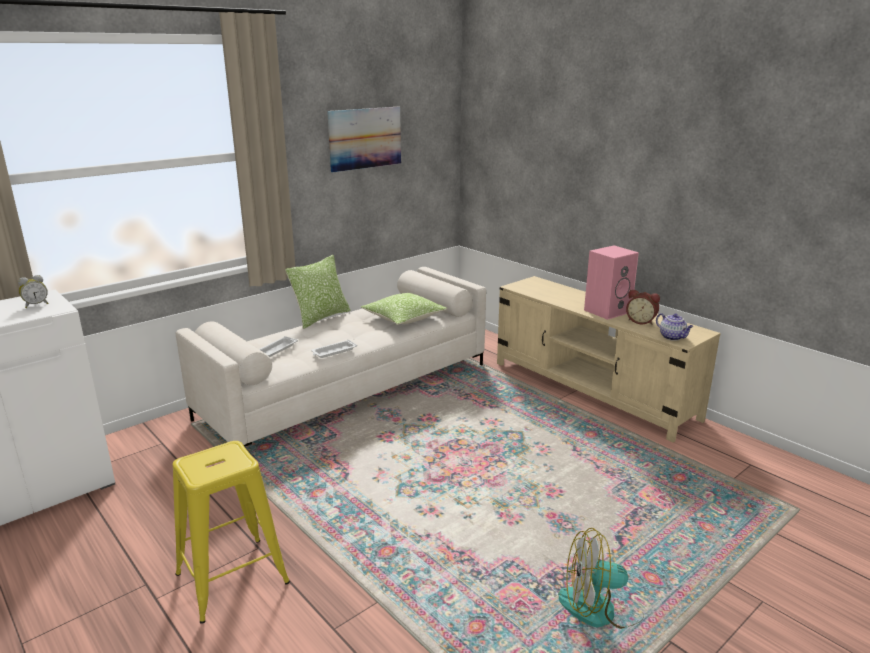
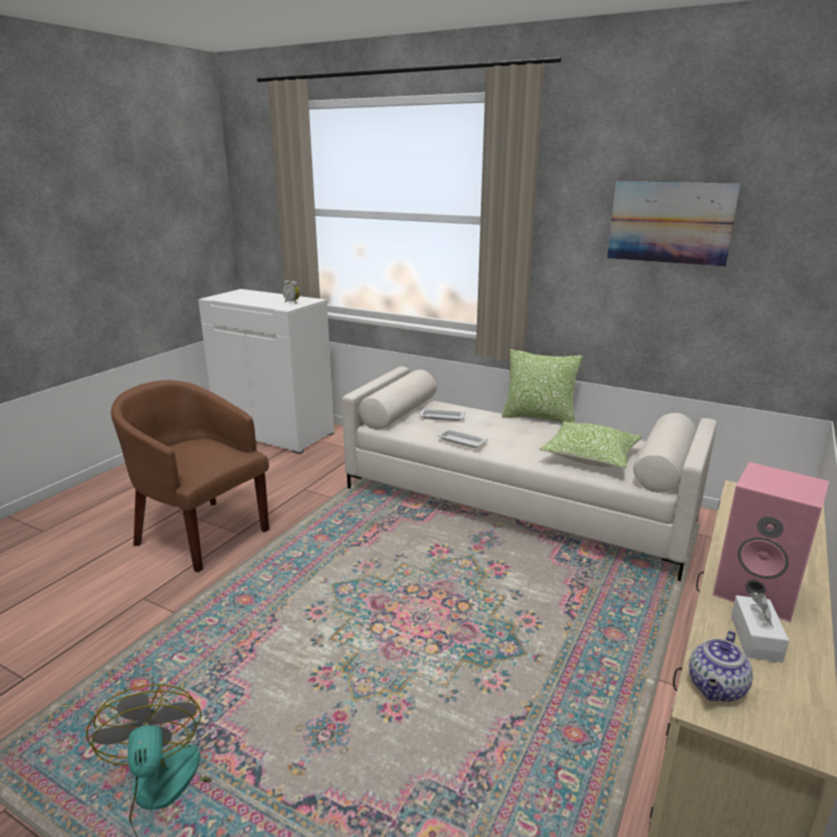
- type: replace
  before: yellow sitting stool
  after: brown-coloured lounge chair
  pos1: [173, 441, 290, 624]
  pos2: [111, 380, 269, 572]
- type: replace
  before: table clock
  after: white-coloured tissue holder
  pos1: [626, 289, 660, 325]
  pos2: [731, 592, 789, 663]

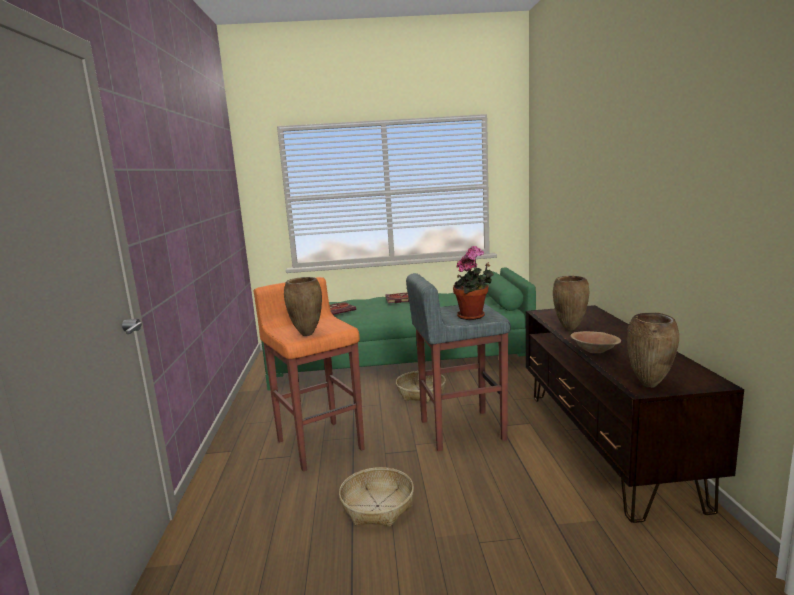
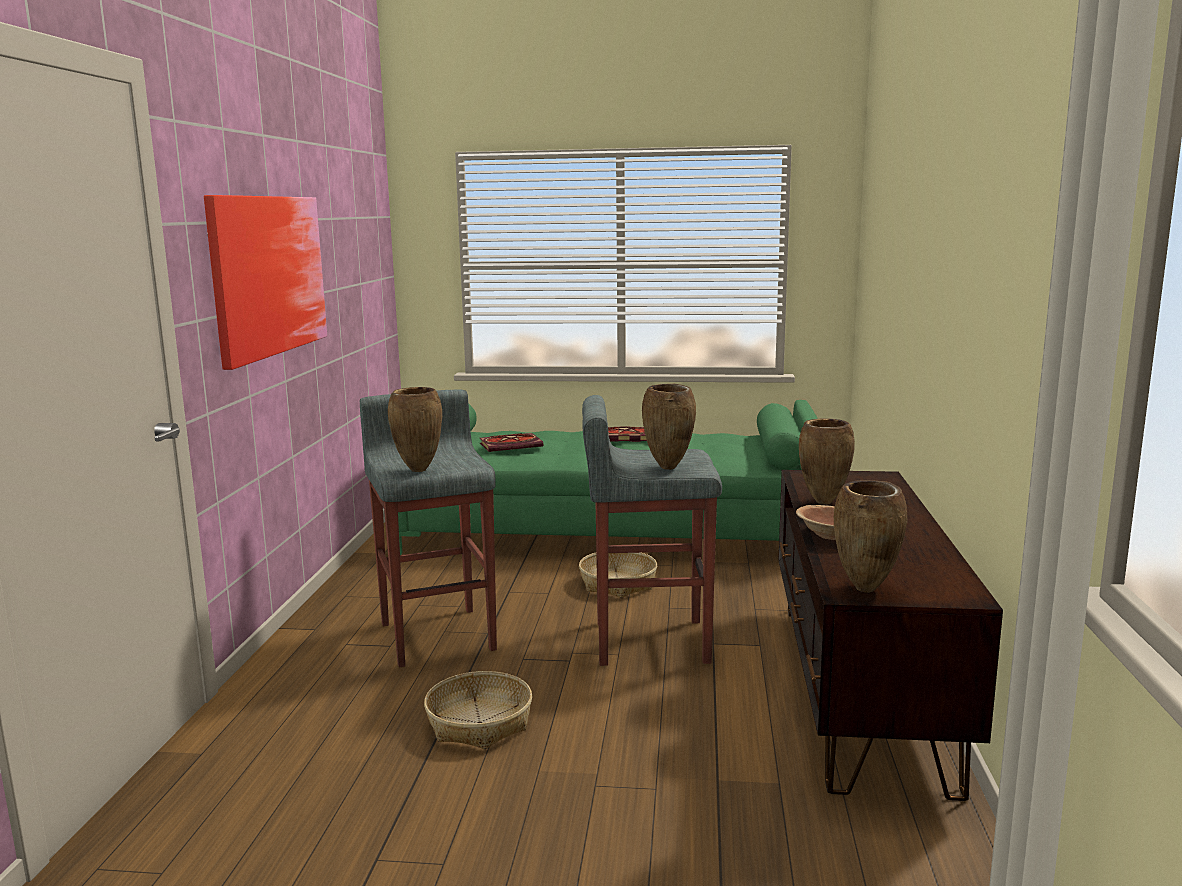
- type: insert
  after: picture
  pos2: [204, 195, 327, 370]
- type: recolor
  before: orange sitting stool
  after: gray sitting stool
  pos1: [254, 277, 365, 472]
  pos2: [360, 389, 497, 667]
- type: replace
  before: houseplant
  after: brown-coloured decorative vase
  pos1: [453, 246, 494, 320]
  pos2: [642, 384, 696, 470]

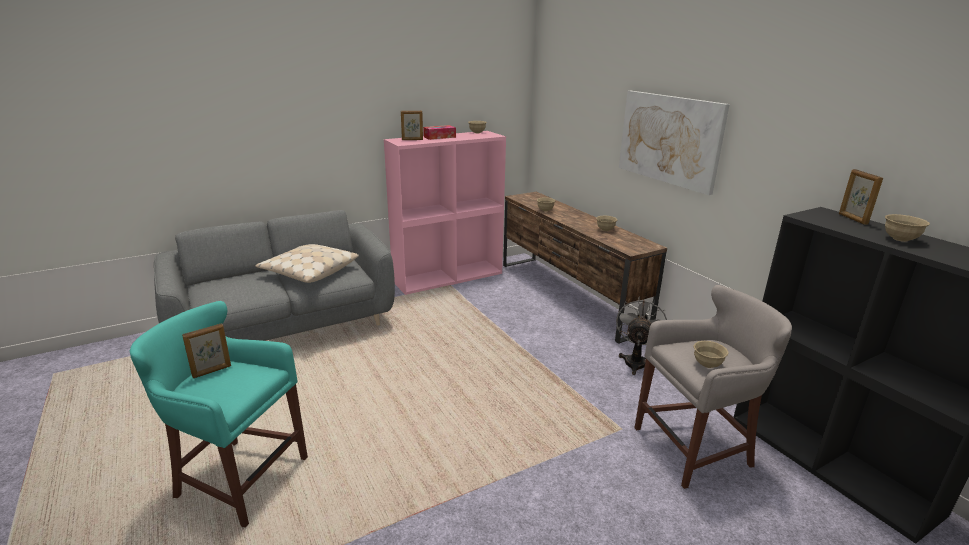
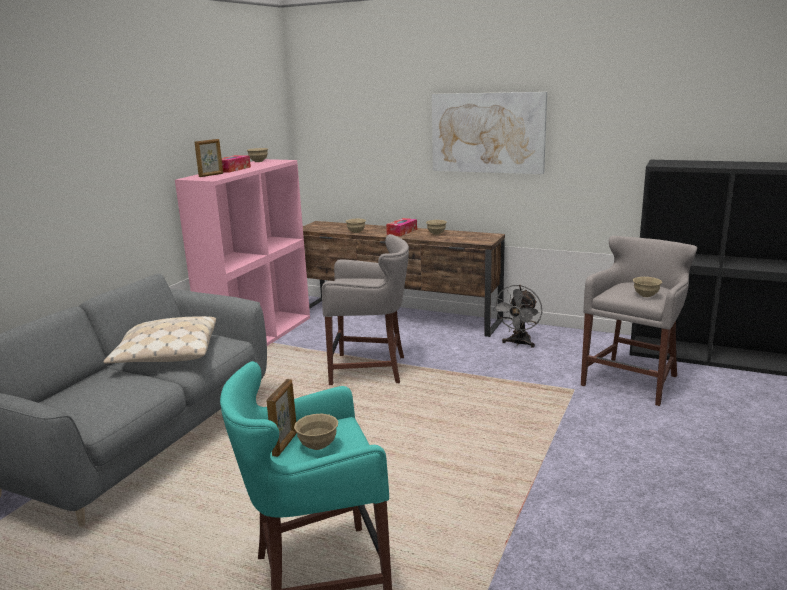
- type: move
  before: sand-coloured serving bowl
  pos1: [885, 214, 930, 242]
  pos2: [294, 413, 338, 450]
- type: insert
  after: gray sitting stool
  pos2: [322, 234, 409, 385]
- type: insert
  after: tissue holder
  pos2: [386, 218, 417, 236]
- type: rotate
  before: gray fan
  pos1: [616, 297, 667, 375]
  pos2: [492, 285, 542, 348]
  turn: -135
- type: delete
  before: picture frame
  pos1: [839, 169, 883, 225]

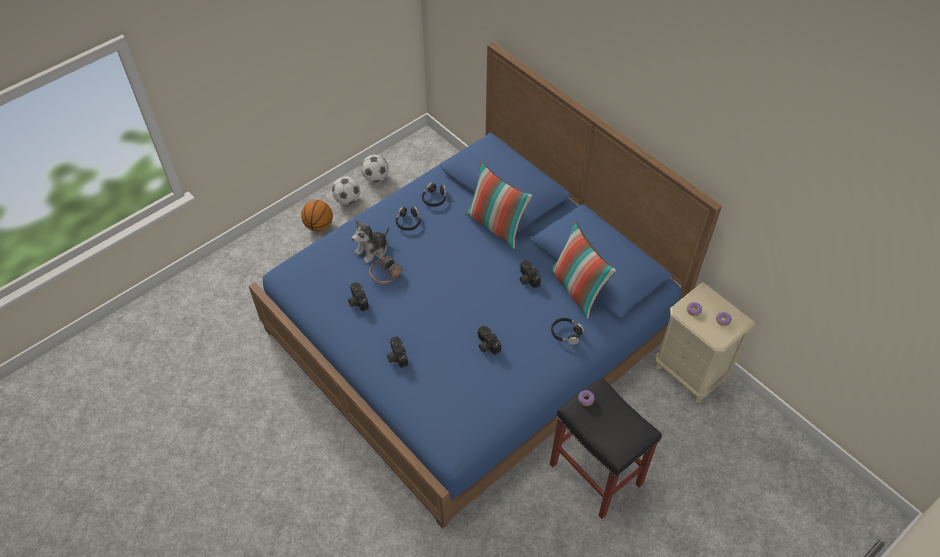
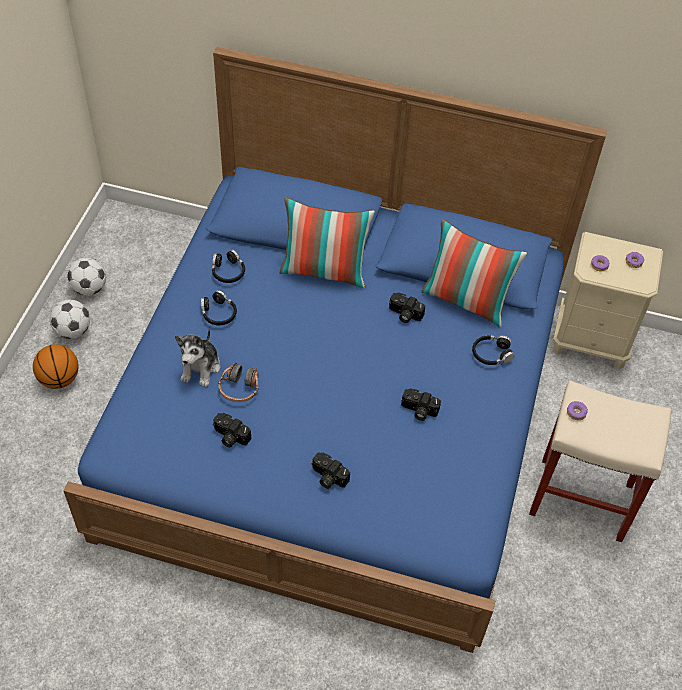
- type: recolor
  before: blackish sitting stool
  after: sand-coloured sitting stool
  pos1: [550, 377, 662, 519]
  pos2: [529, 381, 672, 542]

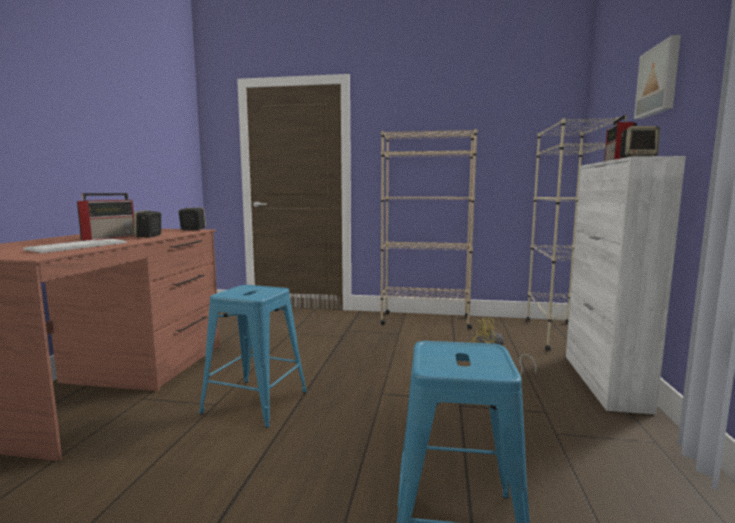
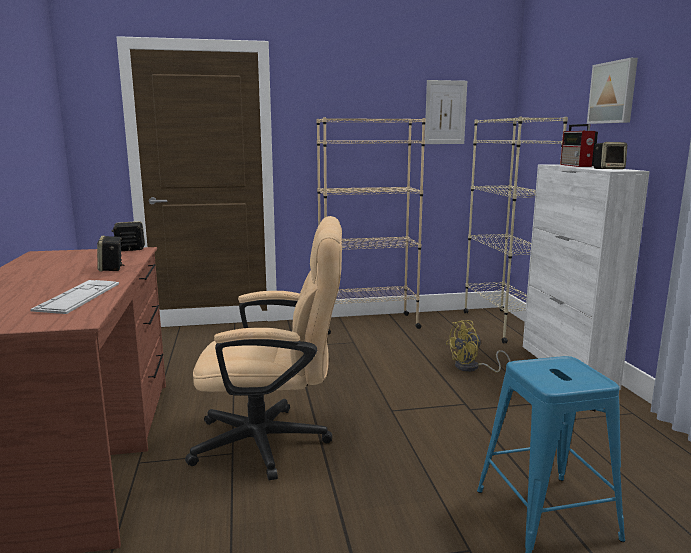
- type: replace
  before: blue-coloured sitting stool
  after: sand-coloured computer chair
  pos1: [199, 285, 307, 428]
  pos2: [185, 216, 342, 481]
- type: insert
  after: picture
  pos2: [425, 80, 467, 144]
- type: delete
  before: radio receiver
  pos1: [77, 193, 134, 240]

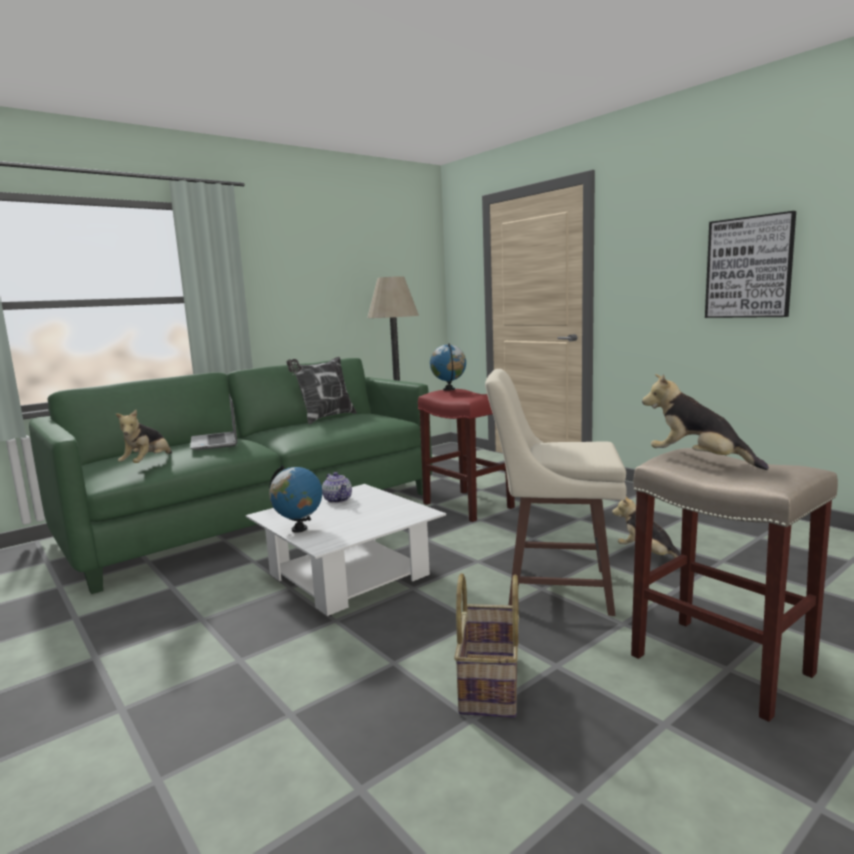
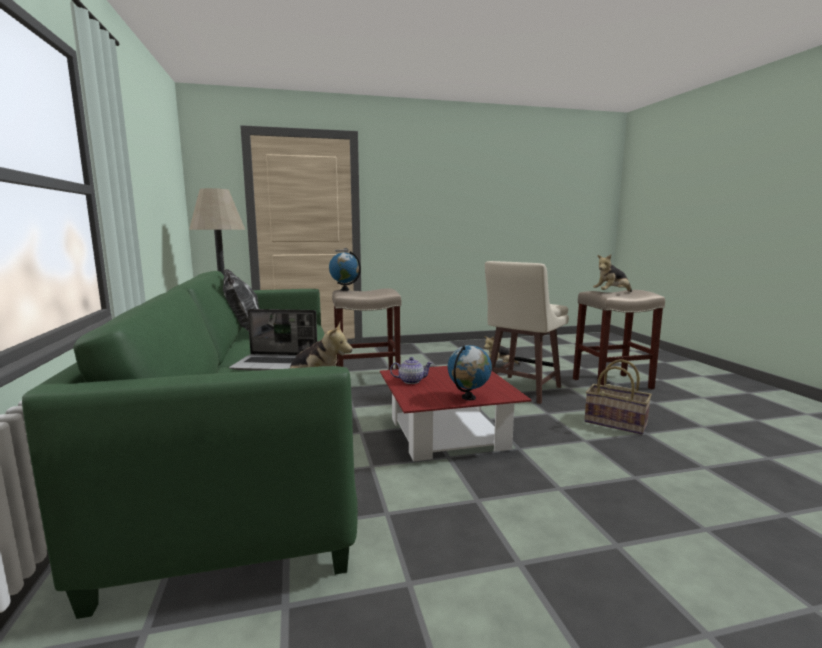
- type: recolor
  before: red-coloured sitting stool
  after: sand-coloured sitting stool
  pos1: [418, 389, 515, 522]
  pos2: [332, 288, 401, 370]
- type: recolor
  before: white-coloured low table
  after: red-coloured low table
  pos1: [246, 484, 446, 616]
  pos2: [380, 366, 532, 461]
- type: delete
  before: picture
  pos1: [705, 211, 796, 318]

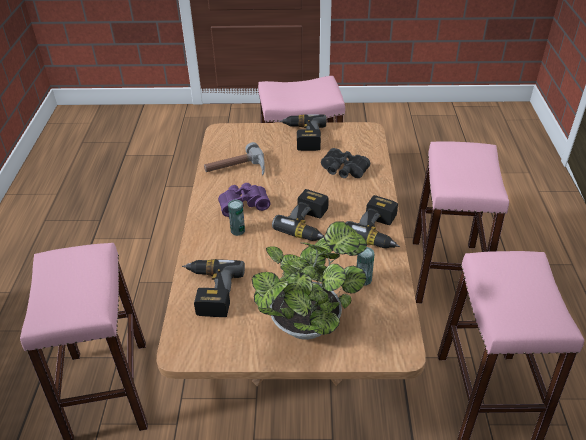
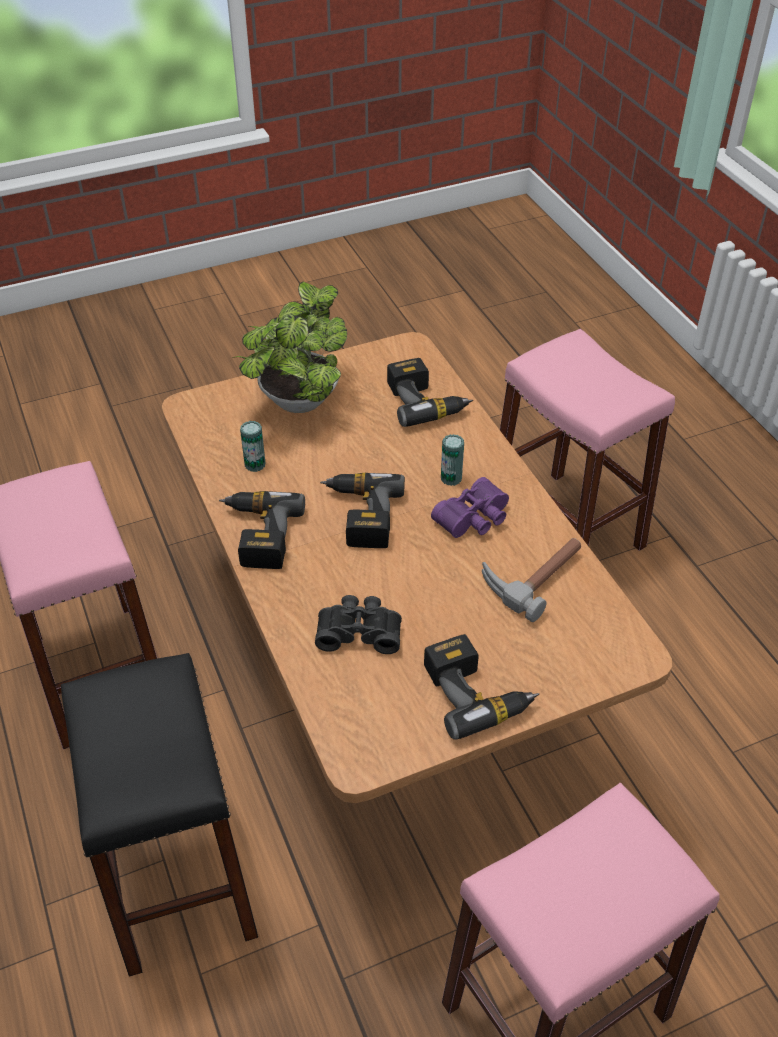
- type: recolor
  before: pink-coloured sitting stool
  after: blackish sitting stool
  pos1: [413, 141, 509, 304]
  pos2: [61, 653, 258, 976]

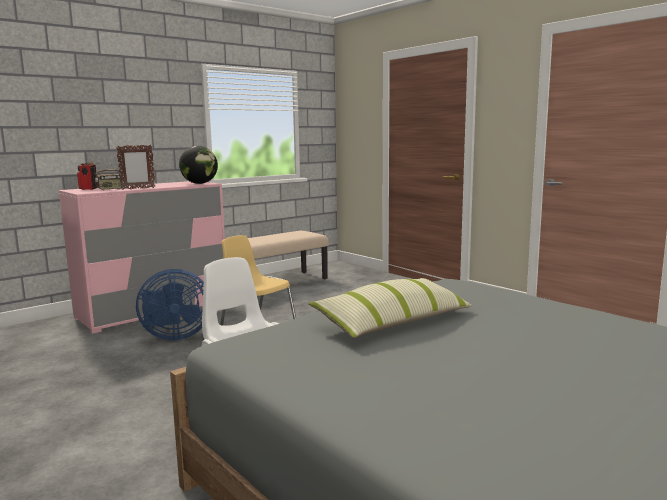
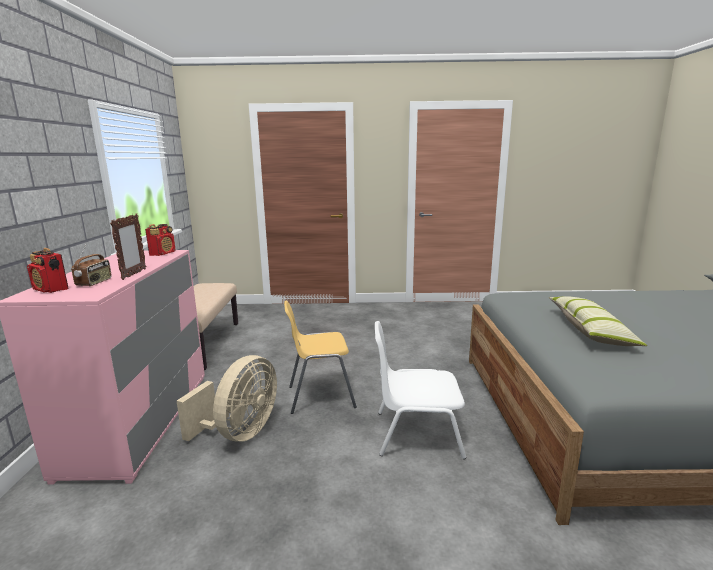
- type: replace
  before: world globe
  after: radio receiver
  pos1: [179, 146, 218, 184]
  pos2: [145, 224, 176, 256]
- type: recolor
  before: blue-coloured fan
  after: sand-coloured fan
  pos1: [136, 269, 204, 341]
  pos2: [177, 355, 277, 441]

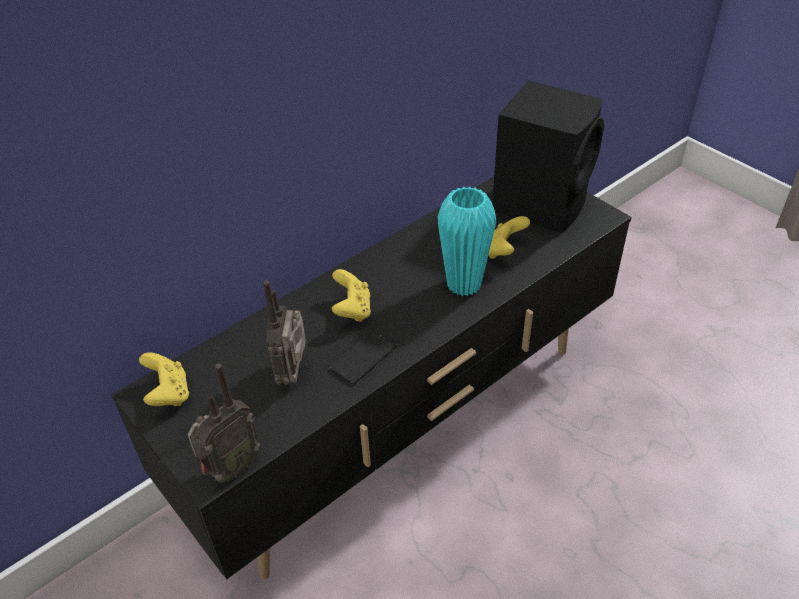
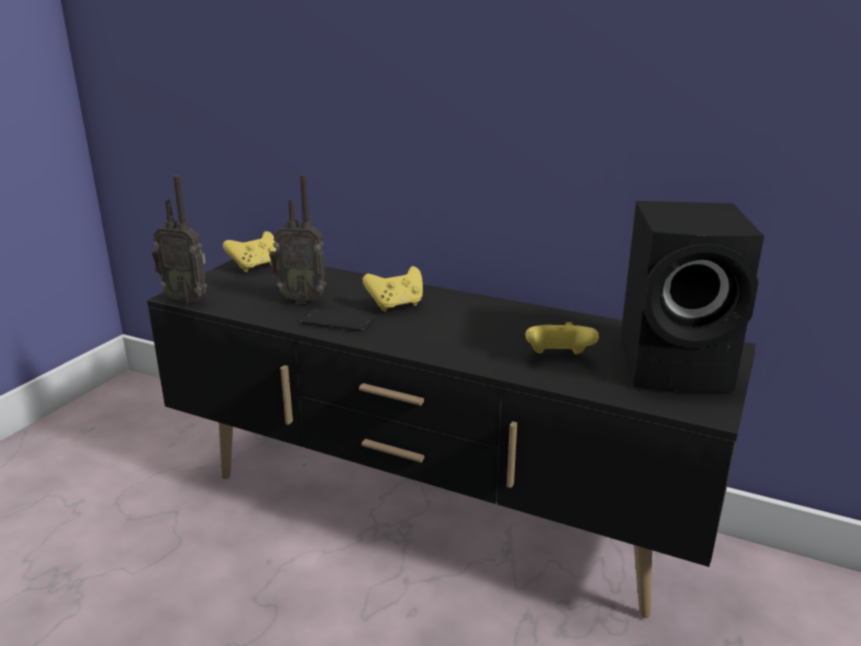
- type: rotate
  before: radio receiver
  pos1: [263, 280, 306, 385]
  pos2: [269, 174, 326, 304]
  turn: -150
- type: delete
  before: blue-green decorative vase
  pos1: [438, 187, 497, 296]

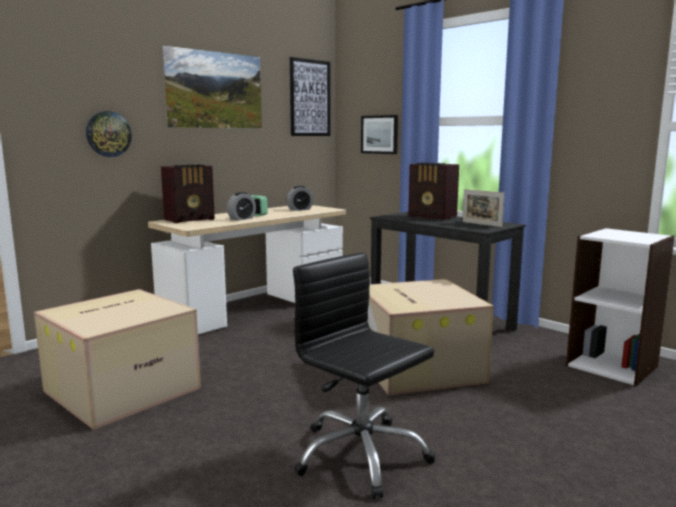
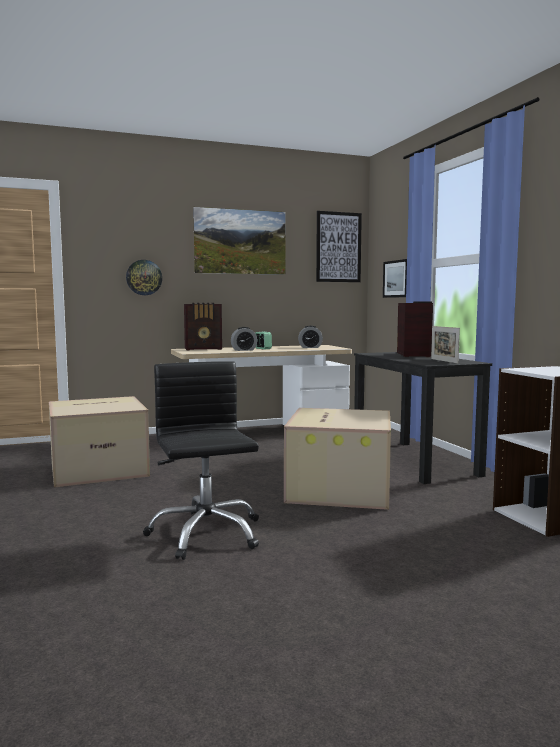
- type: rotate
  before: radio receiver
  pos1: [408, 163, 459, 220]
  pos2: [397, 301, 433, 357]
  turn: -150

